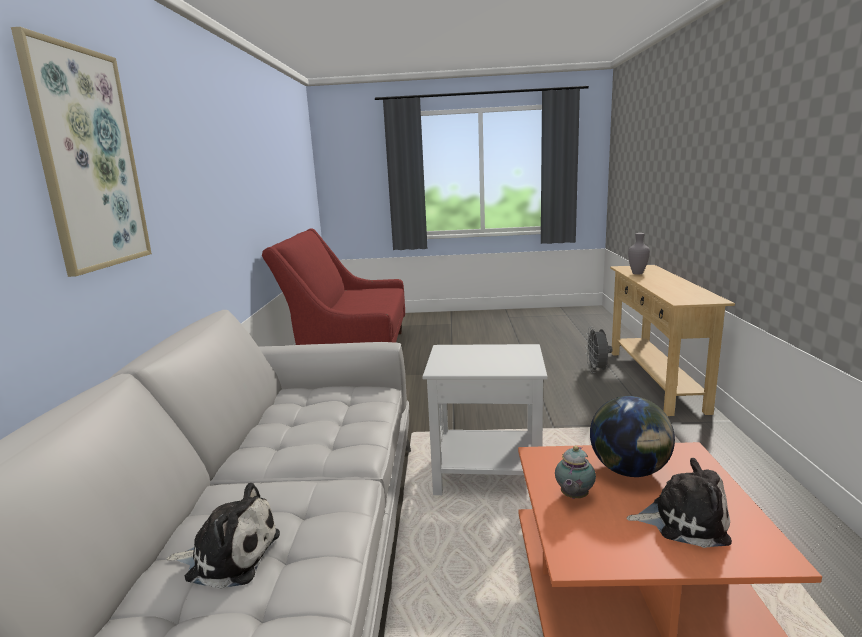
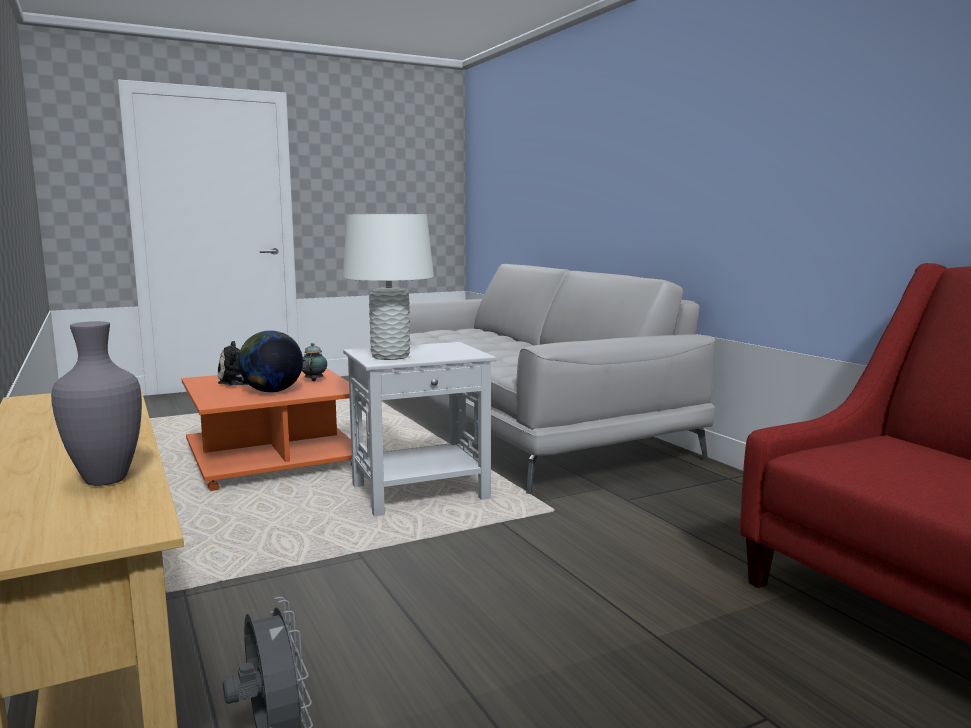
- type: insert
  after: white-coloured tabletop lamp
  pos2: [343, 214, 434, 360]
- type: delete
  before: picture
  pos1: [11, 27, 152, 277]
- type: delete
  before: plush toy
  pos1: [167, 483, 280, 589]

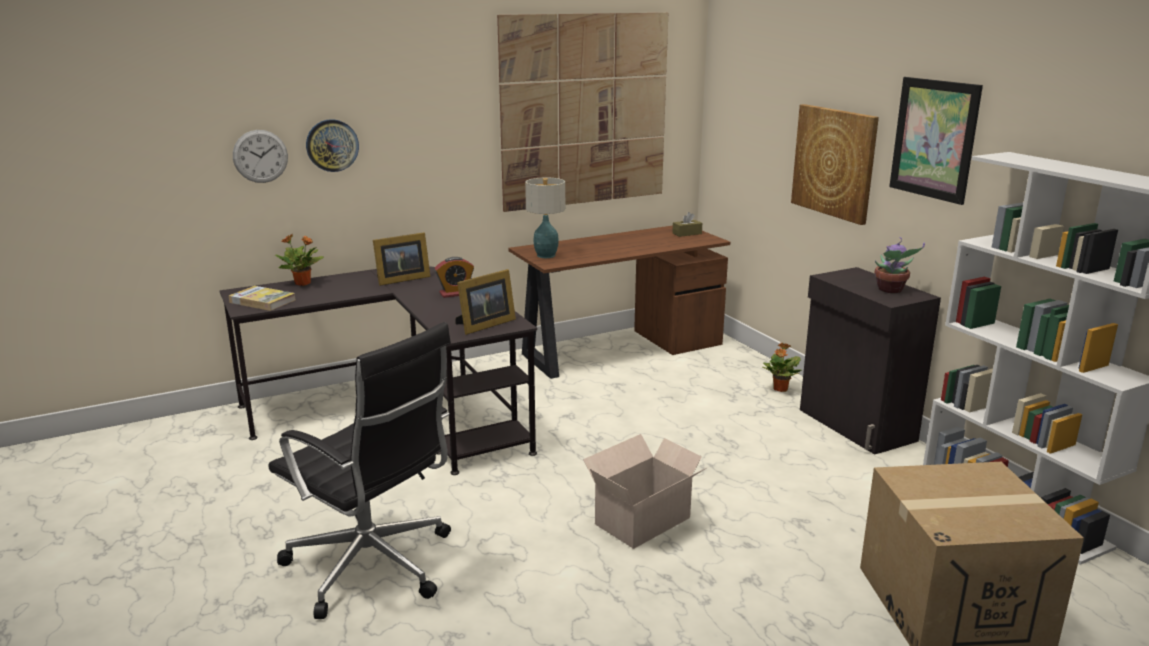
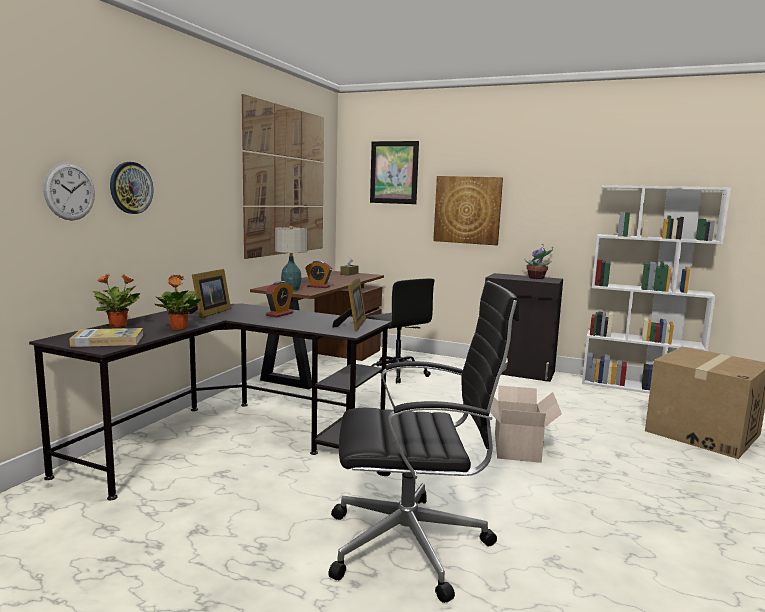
- type: move
  before: houseplant
  pos1: [763, 343, 801, 392]
  pos2: [154, 275, 201, 330]
- type: insert
  after: table clock
  pos2: [305, 261, 332, 288]
- type: insert
  after: blackish computer chair
  pos2: [366, 278, 435, 383]
- type: move
  before: picture
  pos1: [889, 77, 983, 205]
  pos2: [370, 141, 419, 204]

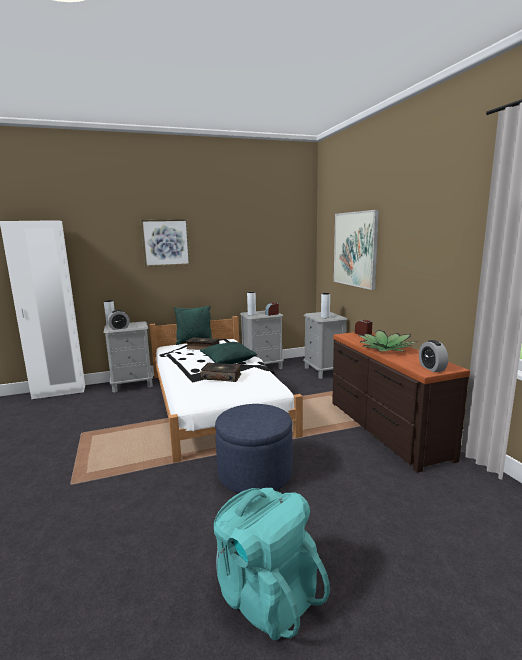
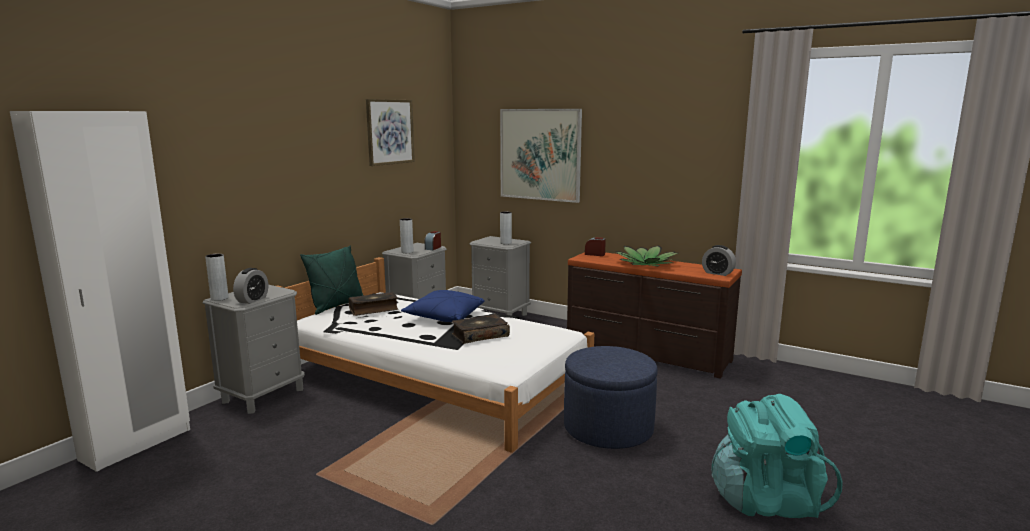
- type: move
  before: picture
  pos1: [141, 219, 191, 267]
  pos2: [366, 99, 415, 166]
- type: recolor
  before: greenish cushion
  after: blue-coloured cushion
  pos1: [200, 342, 257, 364]
  pos2: [401, 290, 485, 322]

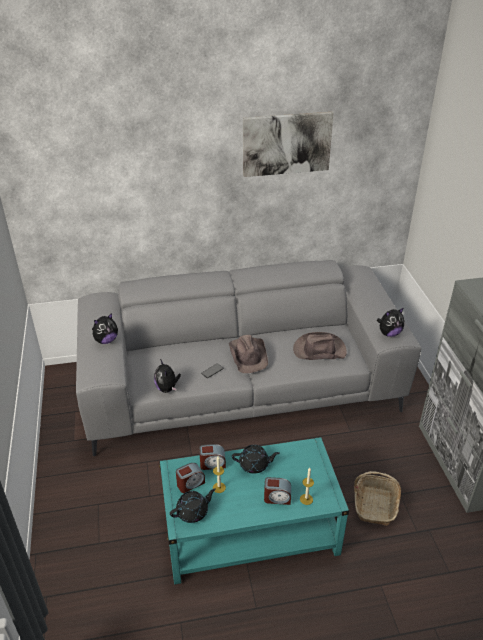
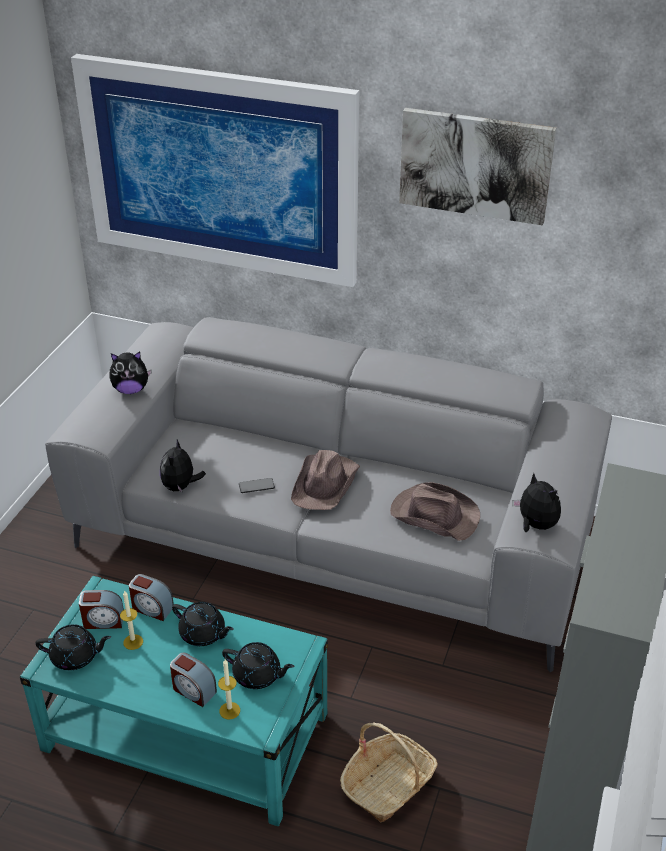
- type: insert
  after: picture
  pos2: [71, 54, 359, 287]
- type: insert
  after: blackish teapot
  pos2: [222, 642, 294, 689]
- type: rotate
  before: plush toy
  pos1: [377, 308, 404, 337]
  pos2: [513, 473, 561, 532]
  turn: -135

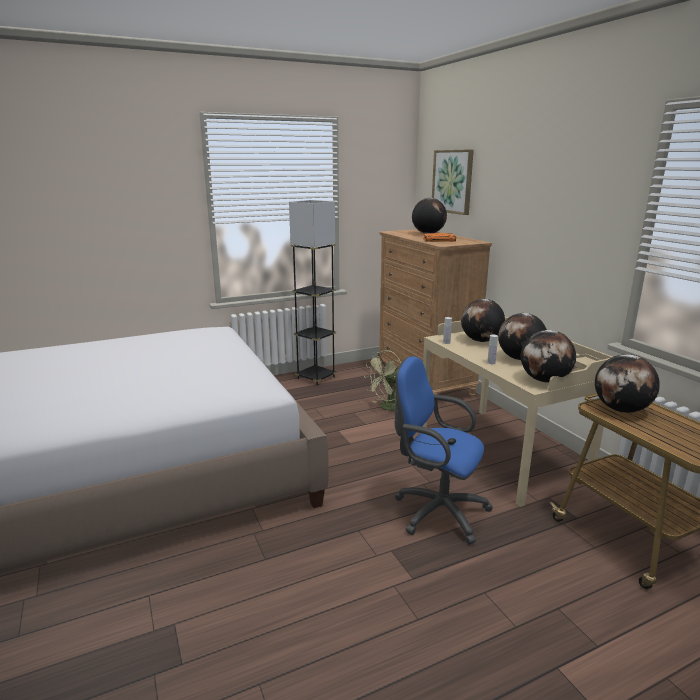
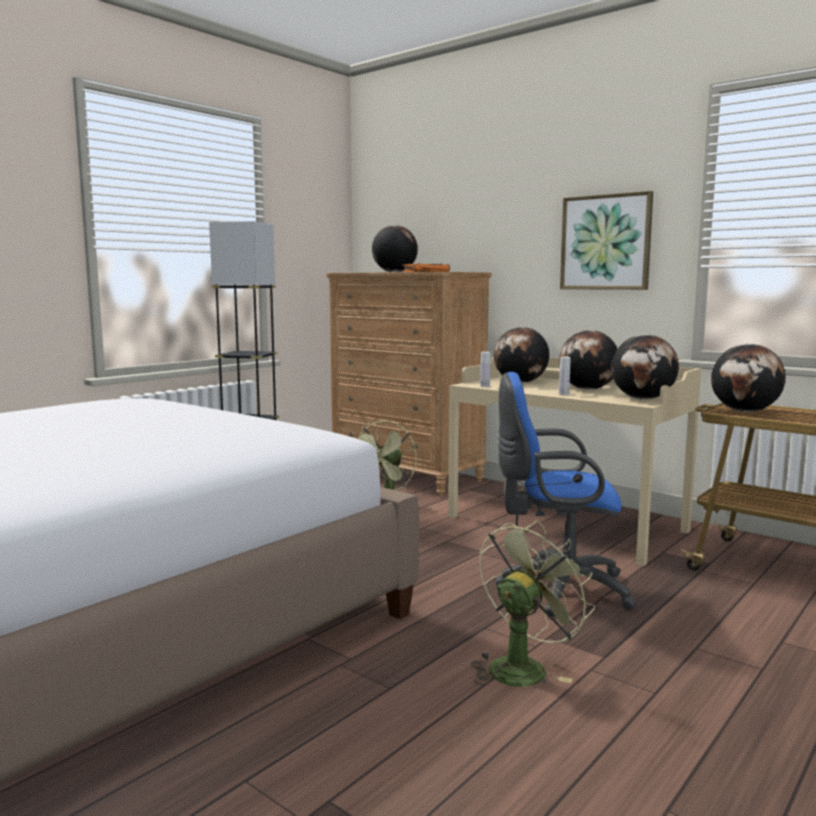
- type: insert
  after: greenish fan
  pos2: [471, 520, 595, 687]
- type: move
  before: picture
  pos1: [432, 149, 474, 215]
  pos2: [560, 191, 653, 290]

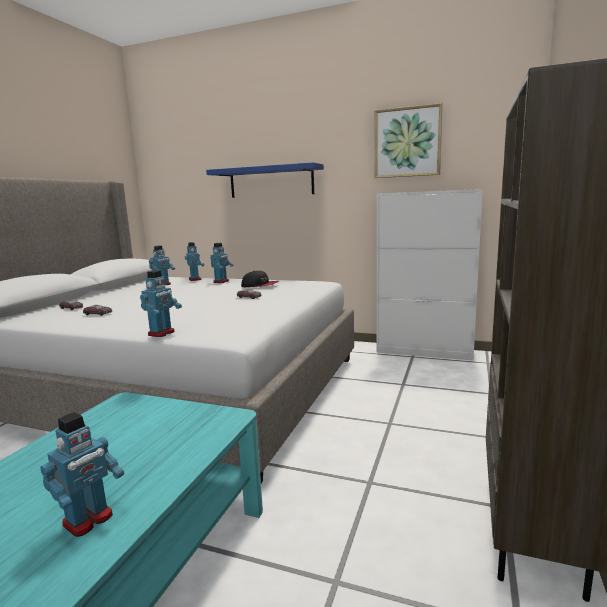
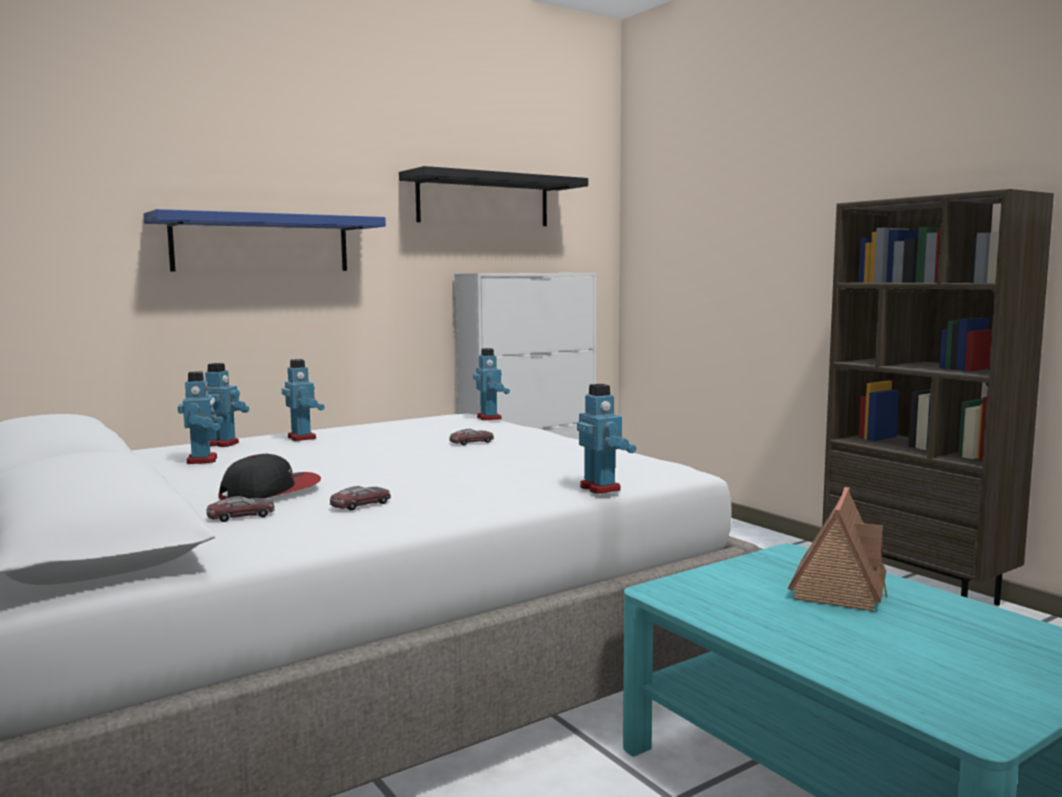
- type: move
  before: baseball cap
  pos1: [241, 271, 279, 287]
  pos2: [218, 454, 321, 500]
- type: replace
  before: picture
  after: blackish bracket shelf
  pos1: [374, 103, 442, 178]
  pos2: [399, 166, 588, 226]
- type: move
  before: robot figure
  pos1: [40, 412, 124, 537]
  pos2: [473, 348, 510, 420]
- type: insert
  after: model house
  pos2: [788, 487, 887, 611]

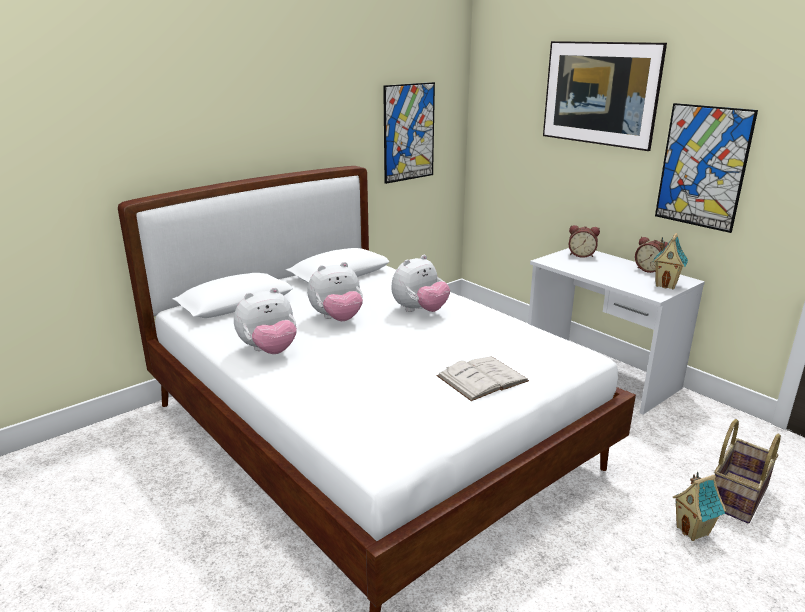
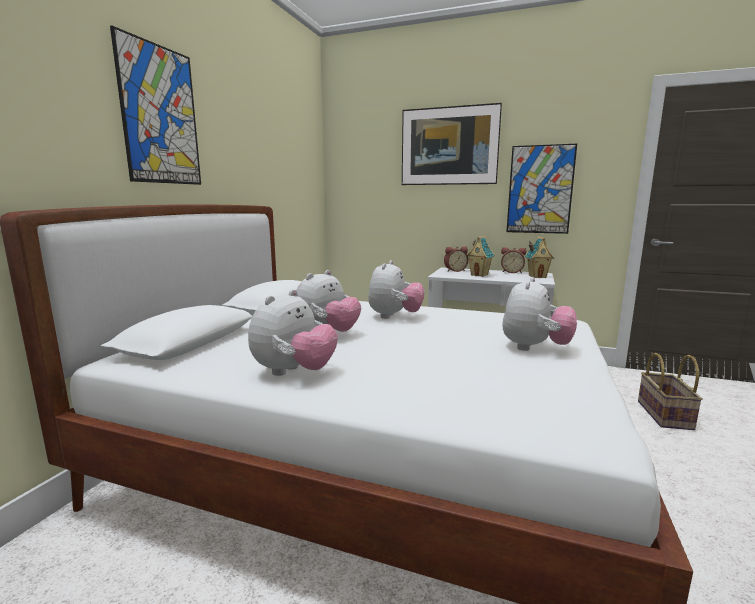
- type: move
  before: picture
  pos1: [383, 82, 435, 184]
  pos2: [110, 25, 201, 185]
- type: move
  before: model house
  pos1: [673, 472, 726, 541]
  pos2: [467, 236, 494, 277]
- type: replace
  before: white-coloured book
  after: plush toy
  pos1: [437, 357, 529, 401]
  pos2: [502, 277, 577, 351]

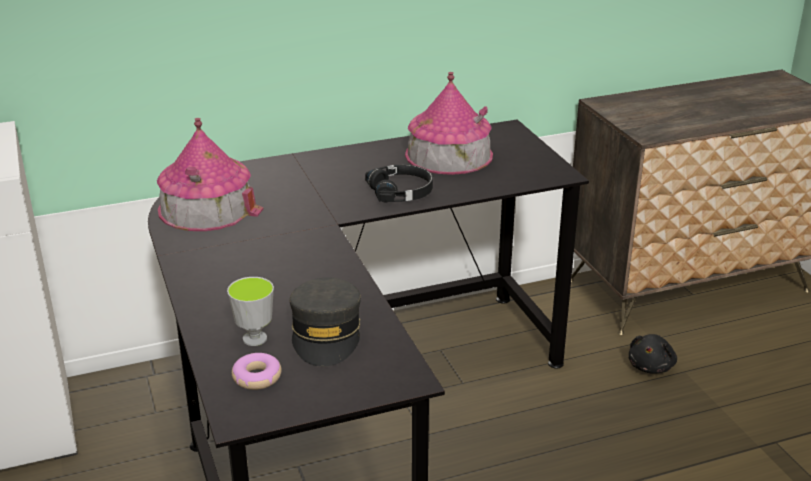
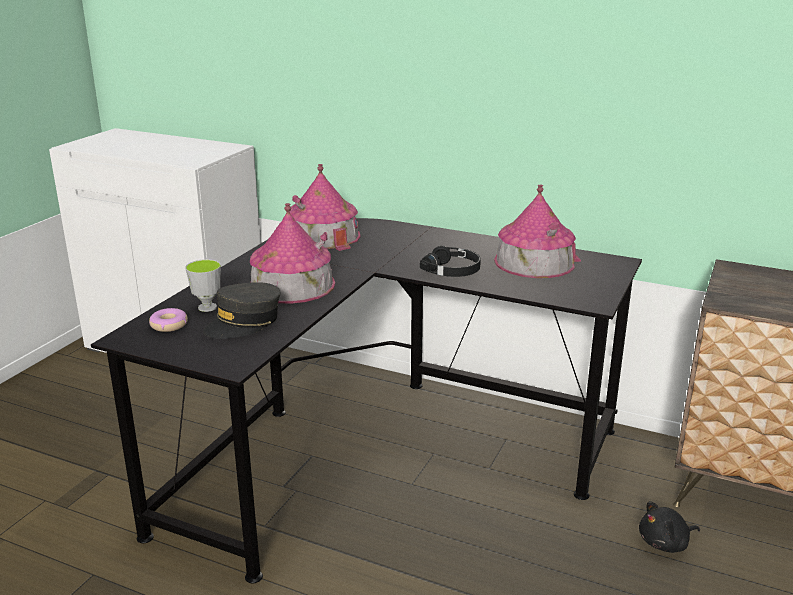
- type: insert
  after: model house
  pos2: [250, 203, 335, 304]

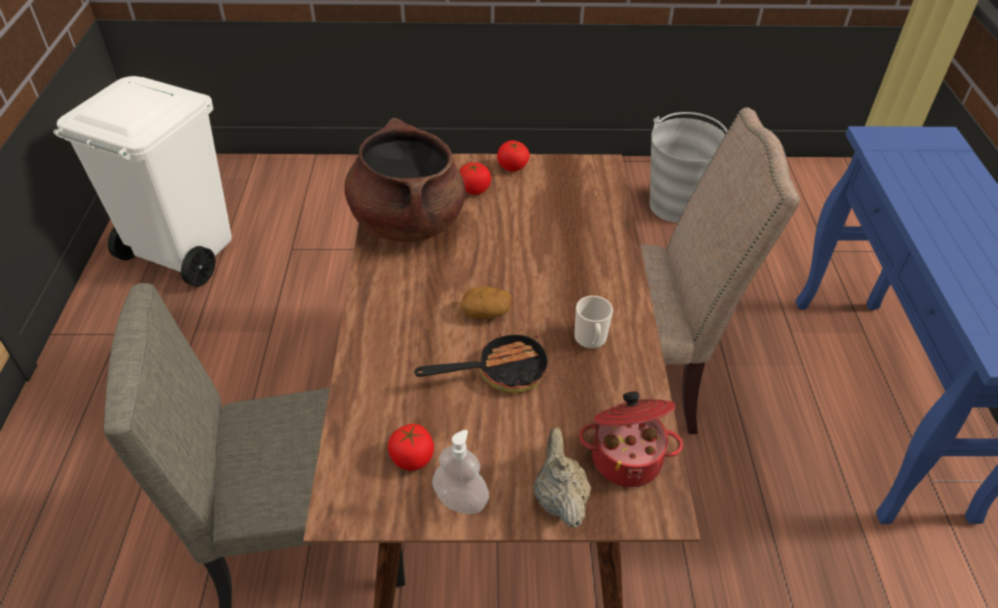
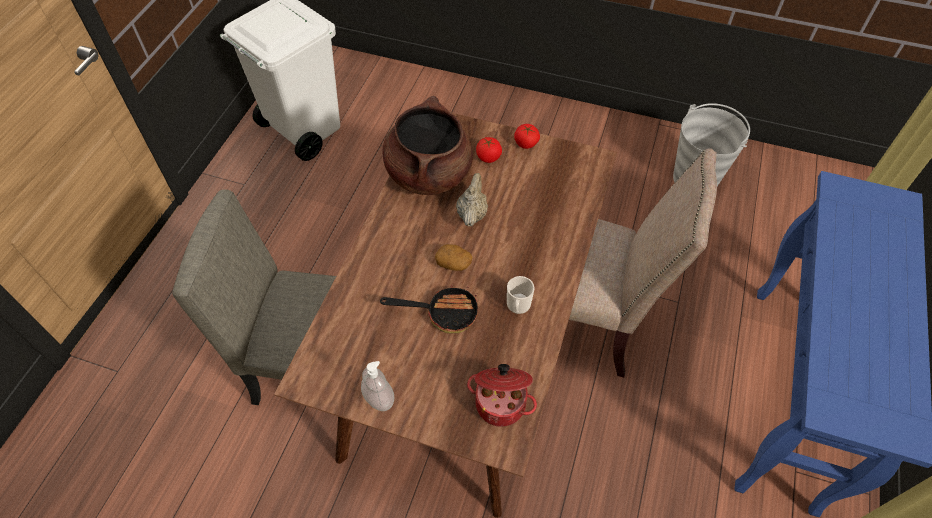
- type: move
  before: sand-coloured teapot
  pos1: [533, 427, 591, 528]
  pos2: [456, 173, 488, 227]
- type: delete
  before: fresh tomato
  pos1: [388, 424, 434, 471]

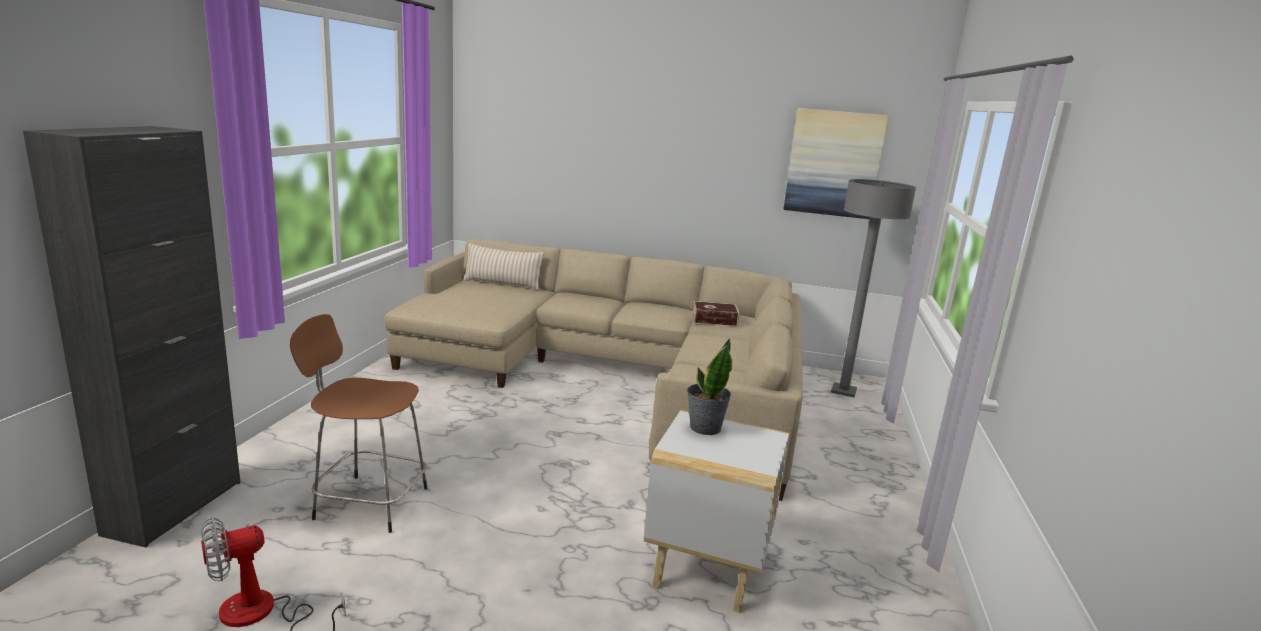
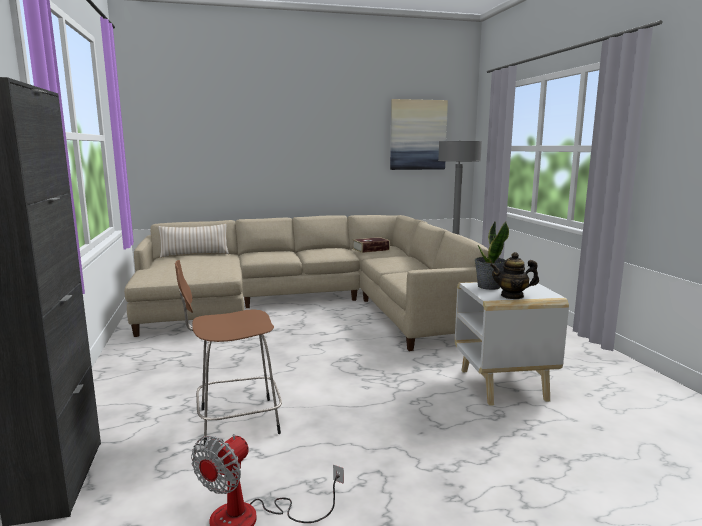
- type: insert
  after: teapot
  pos2: [490, 252, 539, 299]

